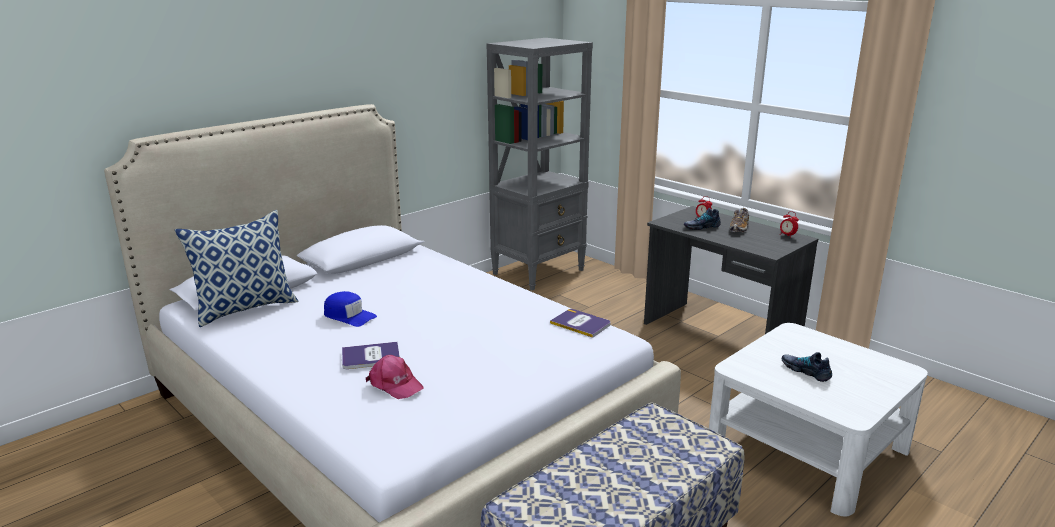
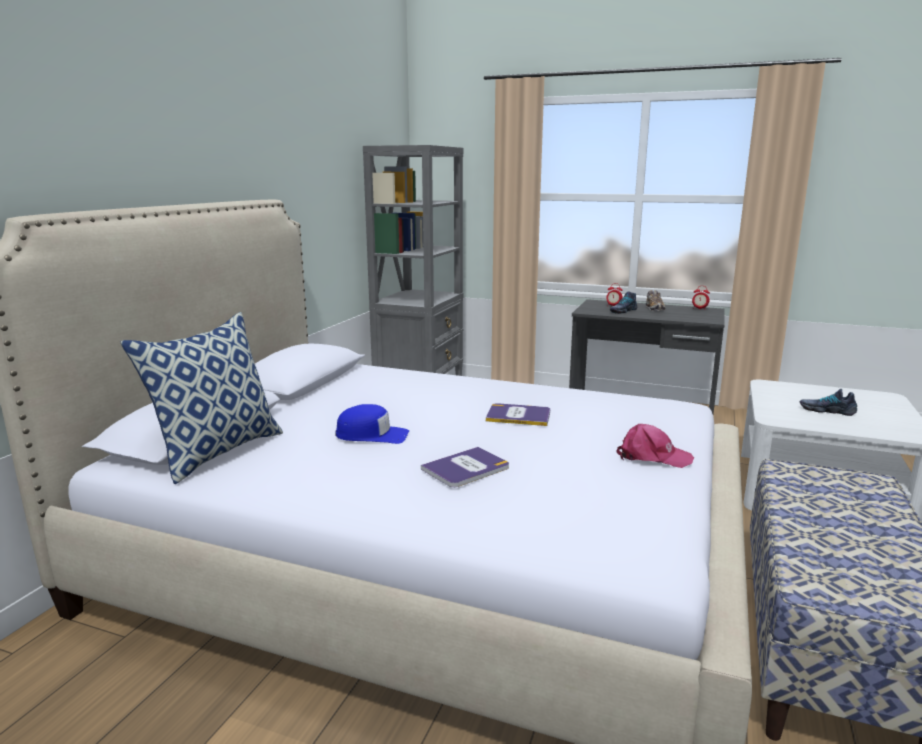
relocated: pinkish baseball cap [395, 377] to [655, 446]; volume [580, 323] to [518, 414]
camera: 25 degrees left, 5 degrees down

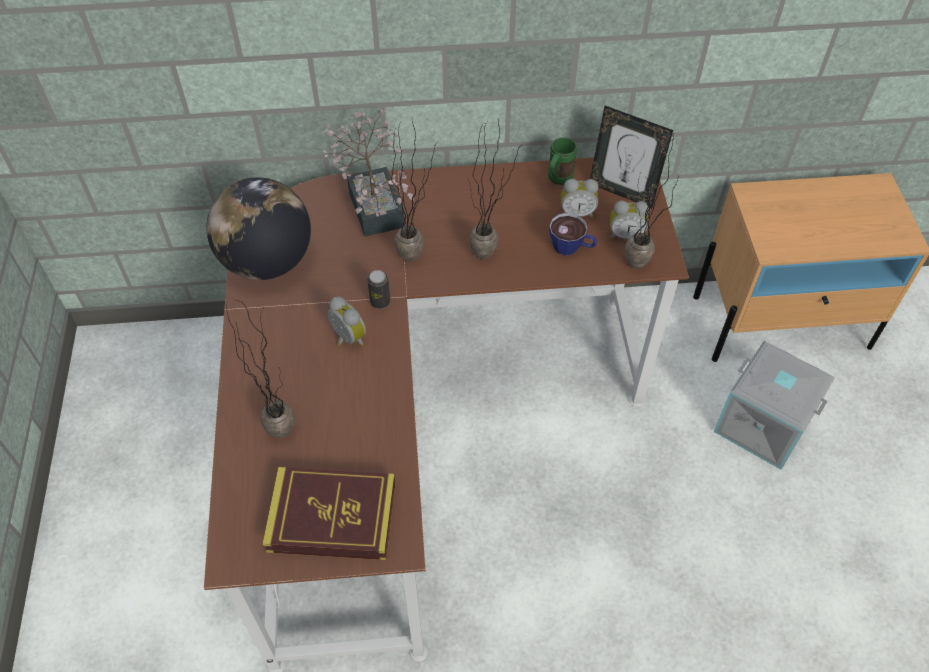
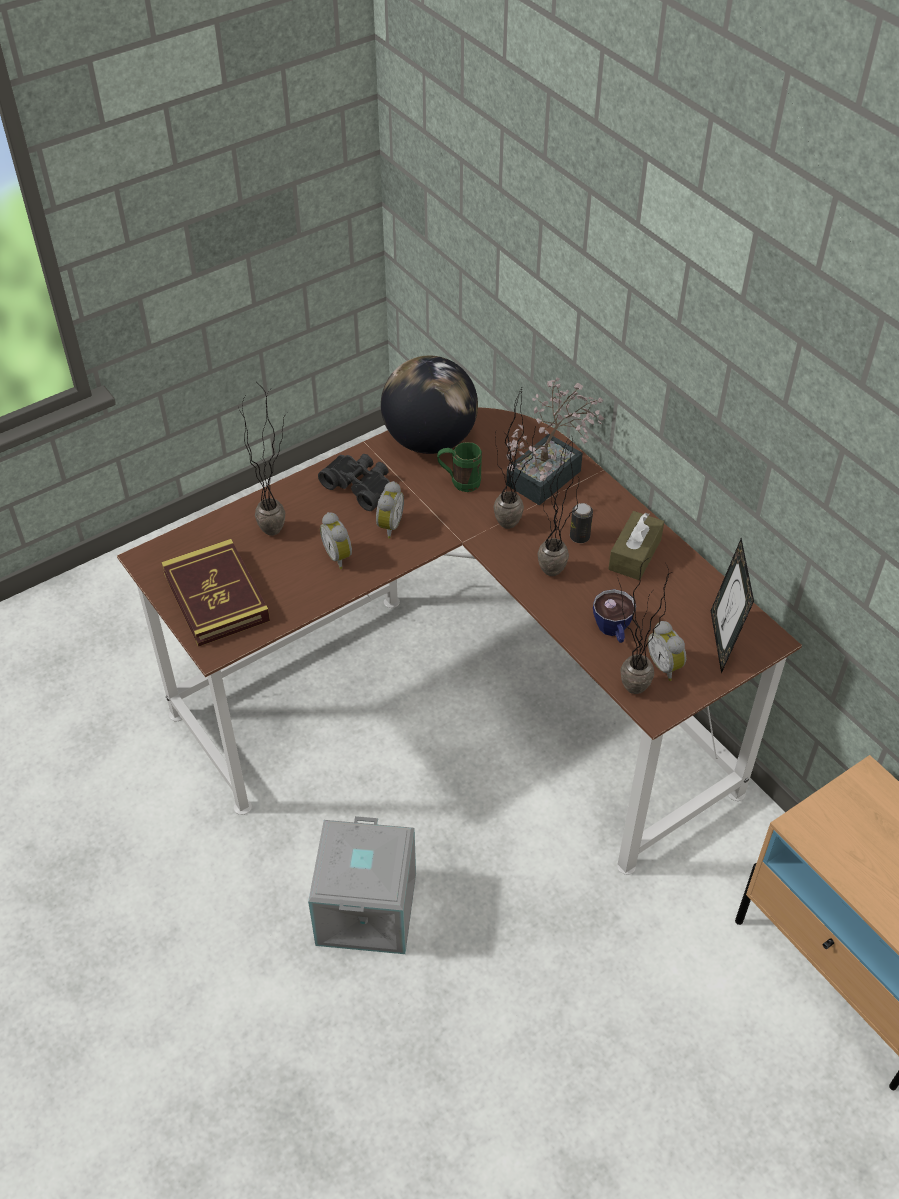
appeared: blackish binoculars [354, 482]; brown tissue box [636, 545]
relocated: sealed can [378, 289] to [581, 523]; green mug [562, 161] to [459, 467]; bedside clock [579, 198] to [336, 540]; greyish storage bin [774, 405] to [362, 885]
camera: 60 degrees right, 5 degrees down

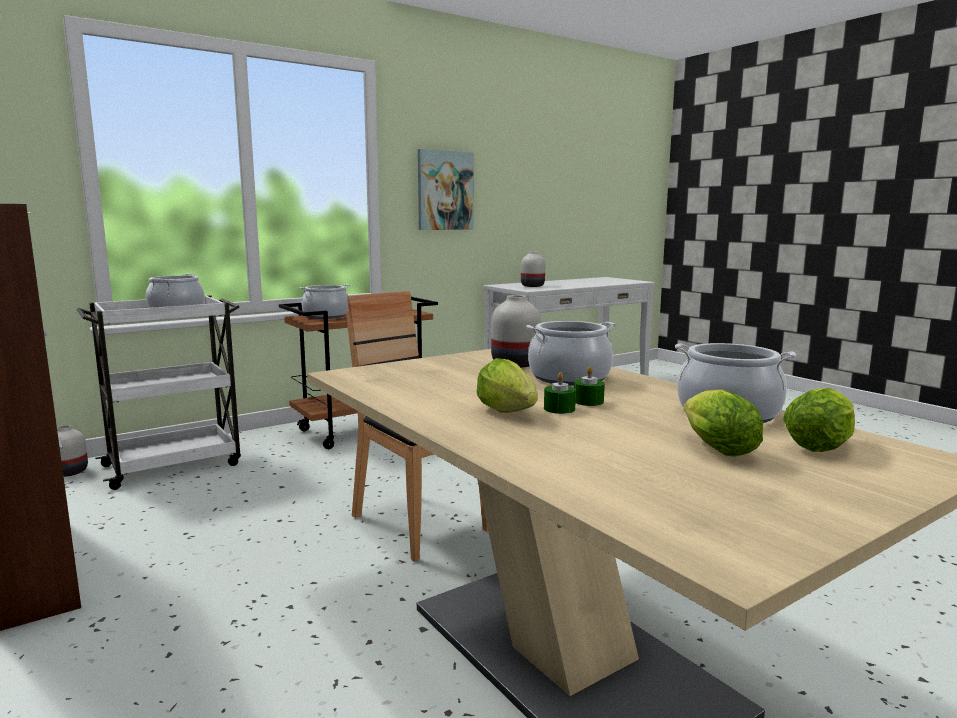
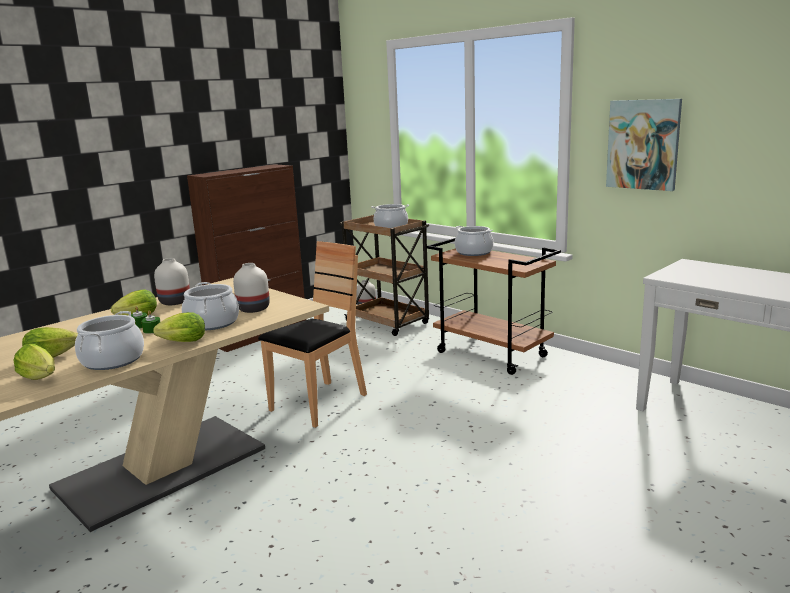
appeared: lettuce [179, 327]
relocated: white vase [533, 269] to [172, 281]
colour: white cart [159, 392] to brown cart [384, 275]
camera: 80 degrees right, 5 degrees up

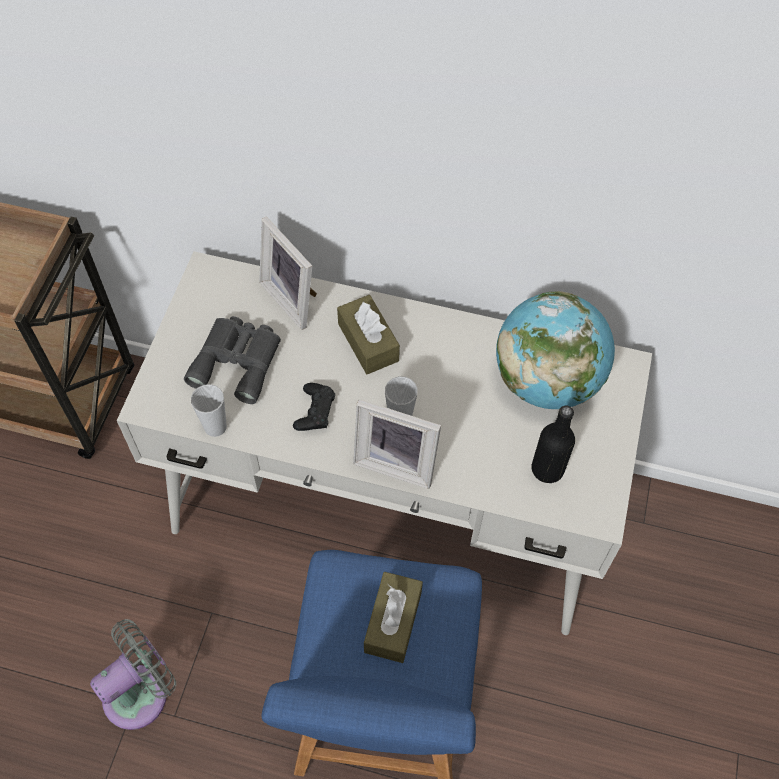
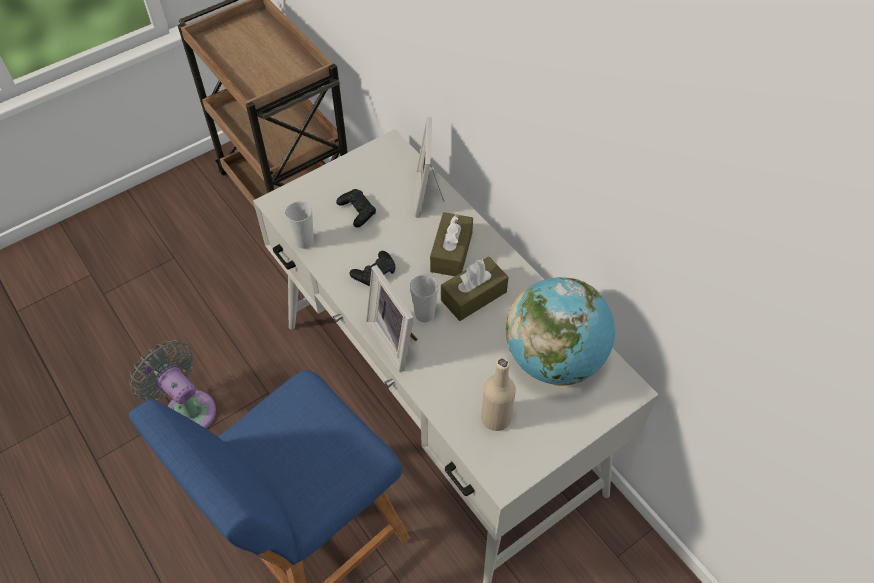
relocated: brown tissue box [393, 617] to [475, 289]
exchanged: greyish binoculars [232, 360] to blackish gamepad [356, 208]
colour: blackish drink bottle [553, 444] to beige drink bottle [498, 394]
spun: greyish cooling fan [133, 674] = [172, 384] 135 degrees counterclockwise
camera: 40 degrees right, 5 degrees down

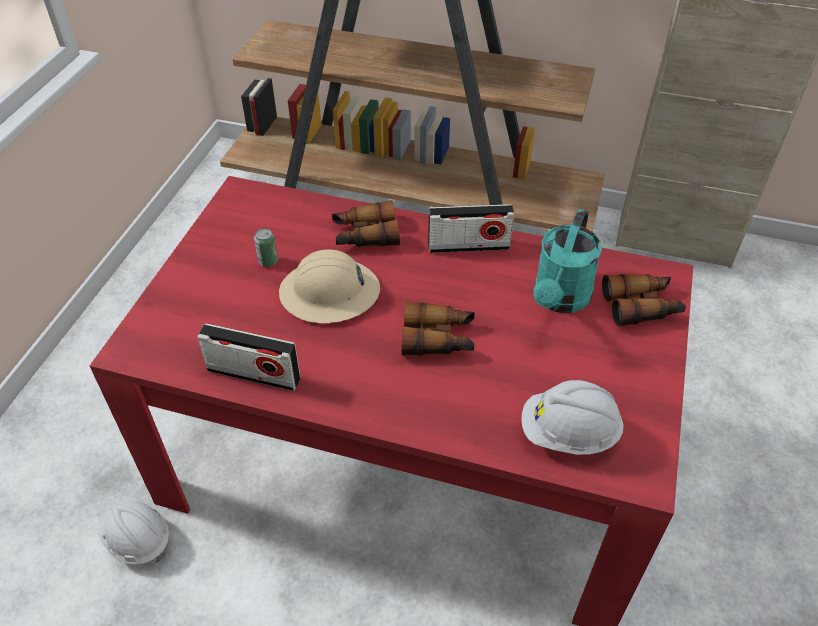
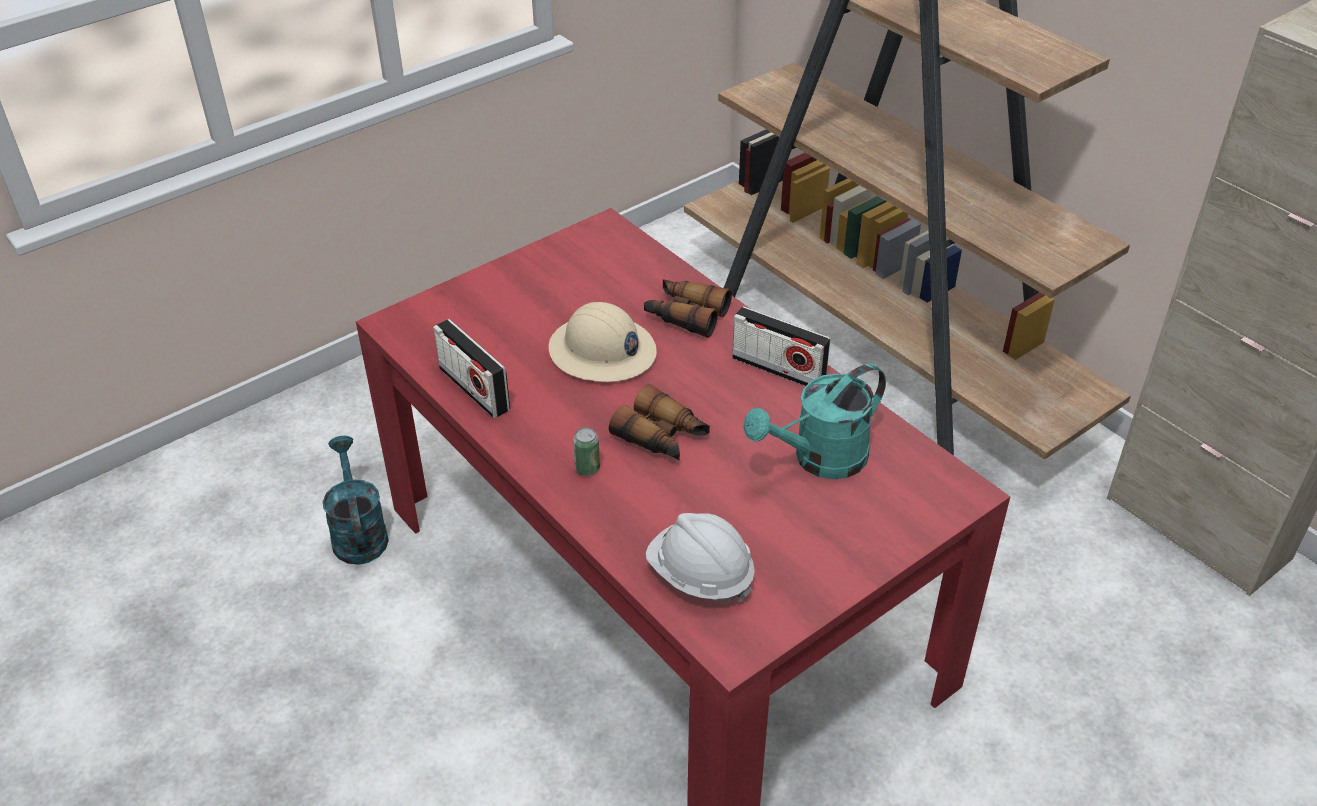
missing: binoculars [644, 300]
relocated: sealed can [266, 247] to [586, 451]
exchanged: white safety helmet [133, 532] to turquoise-coloured watering pot [356, 500]
camera: 35 degrees right, 5 degrees down

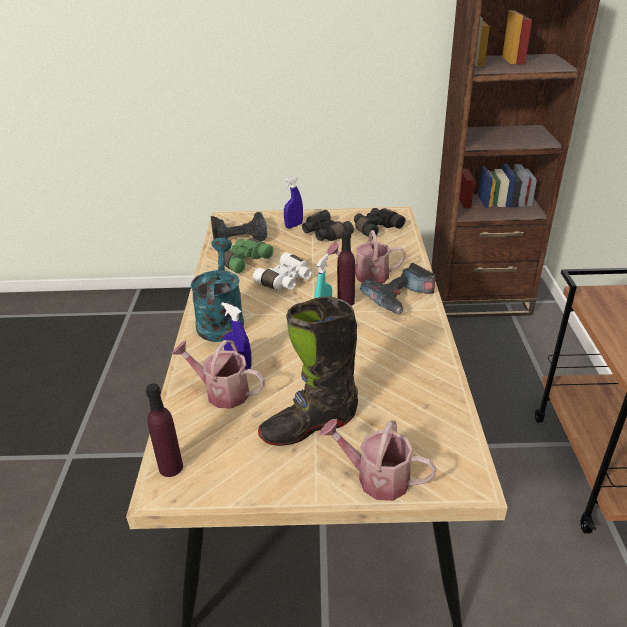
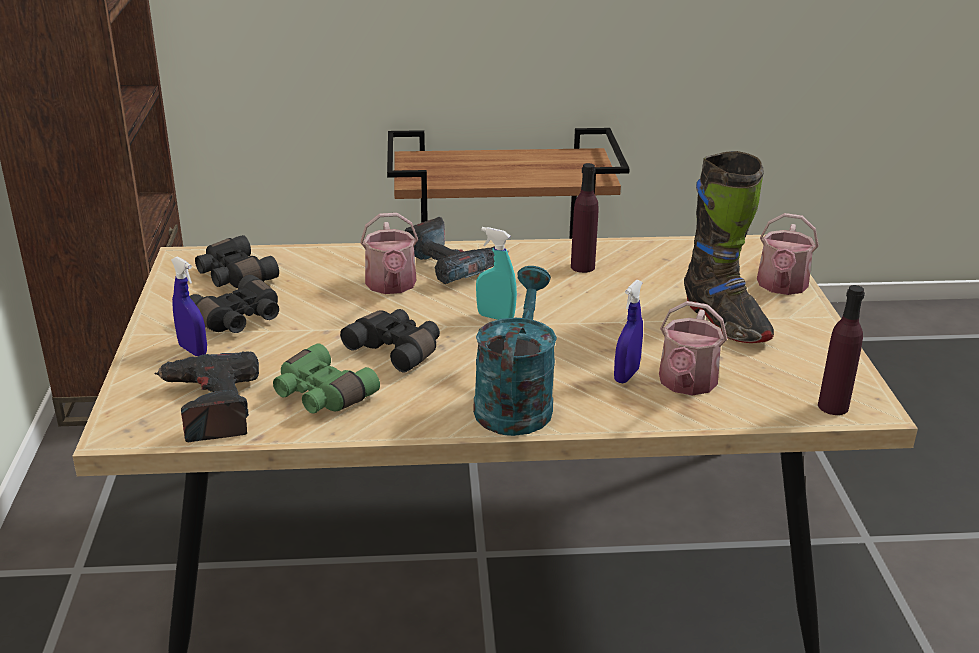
relocated: purplish drink bottle [346, 268] to [585, 218]
colour: white binoculars [282, 271] to blackish binoculars [390, 340]
spun: turquoise-coloured watering pot [217, 290] = [515, 351] 105 degrees clockwise
camera: 95 degrees left, 5 degrees down

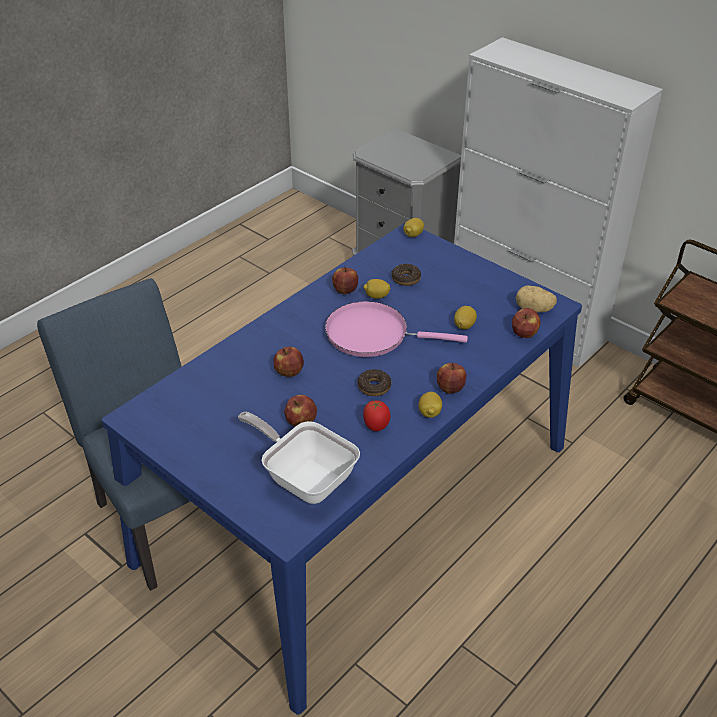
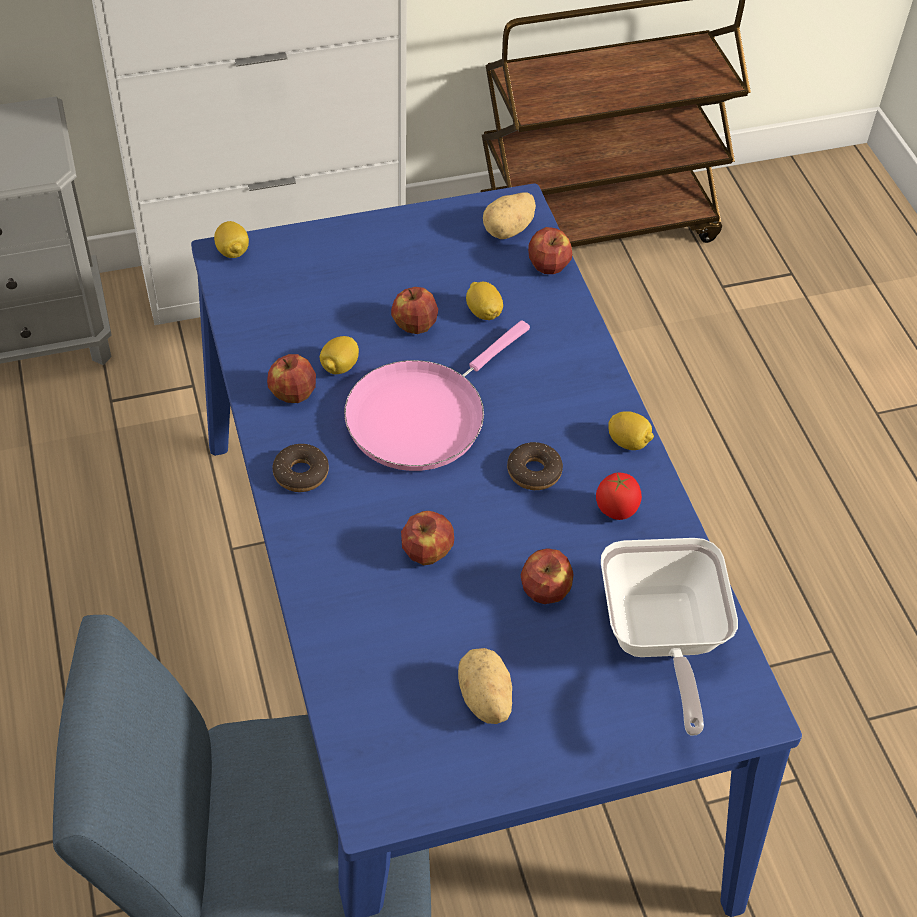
appeared: spud [485, 686]
relocated: donut [406, 275] to [301, 468]; whole apple [452, 378] to [414, 310]
spun: frying pan [299, 458] = [669, 636] 75 degrees counterclockwise
camera: 60 degrees left, 10 degrees up

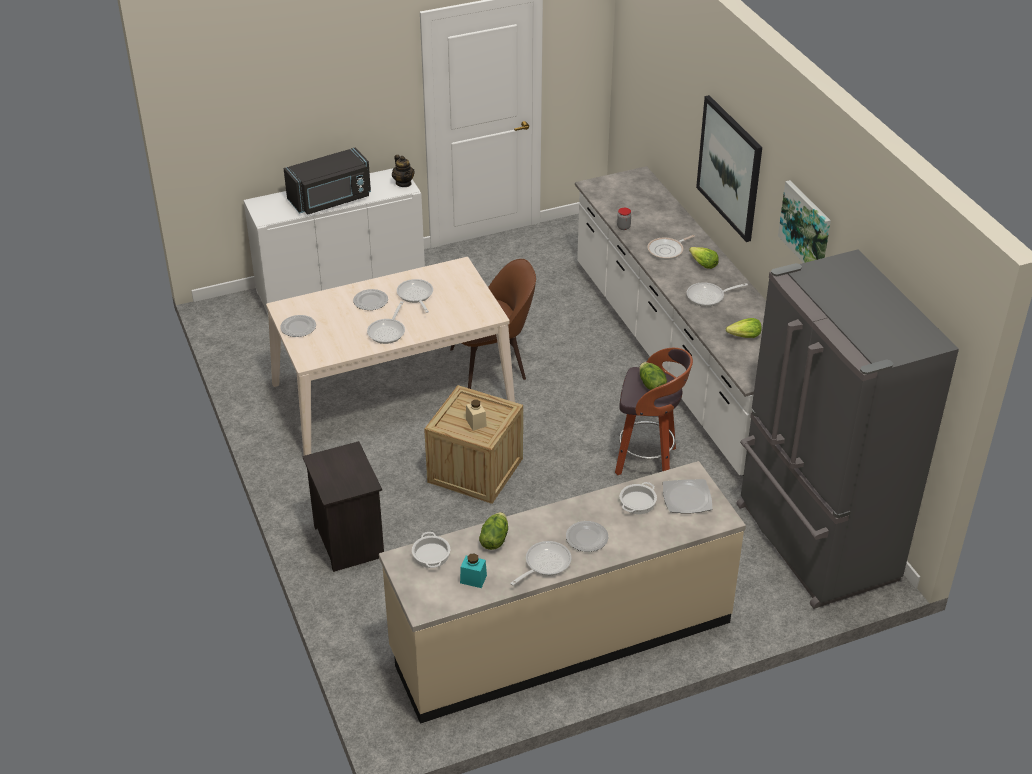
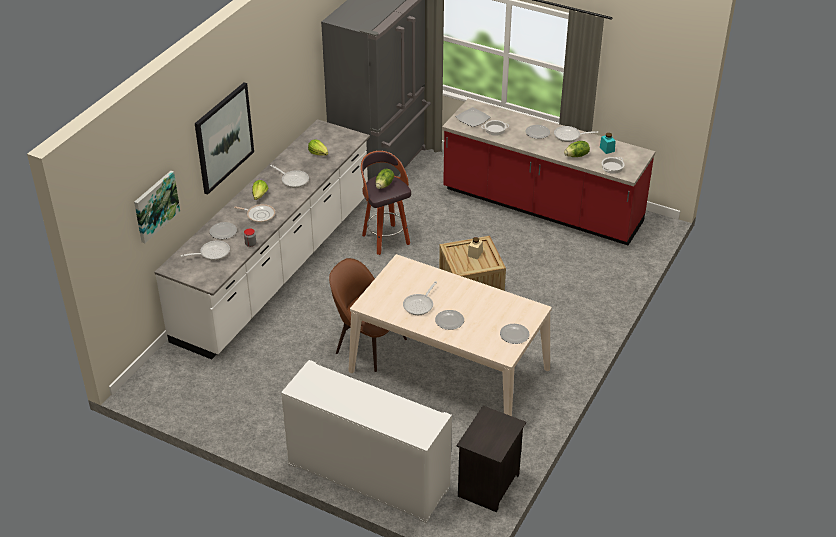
missing: blackish kitchen microwave [327, 181]; teapot [403, 171]
appeared: dinner plate [223, 230]
relocated: blackish night table [343, 506] to [491, 459]; frying pan [386, 322] to [205, 250]; picture [804, 221] to [157, 207]
colour: beige counter [562, 592] to red-coloured counter [549, 172]
camera: 130 degrees left, 0 degrees up

